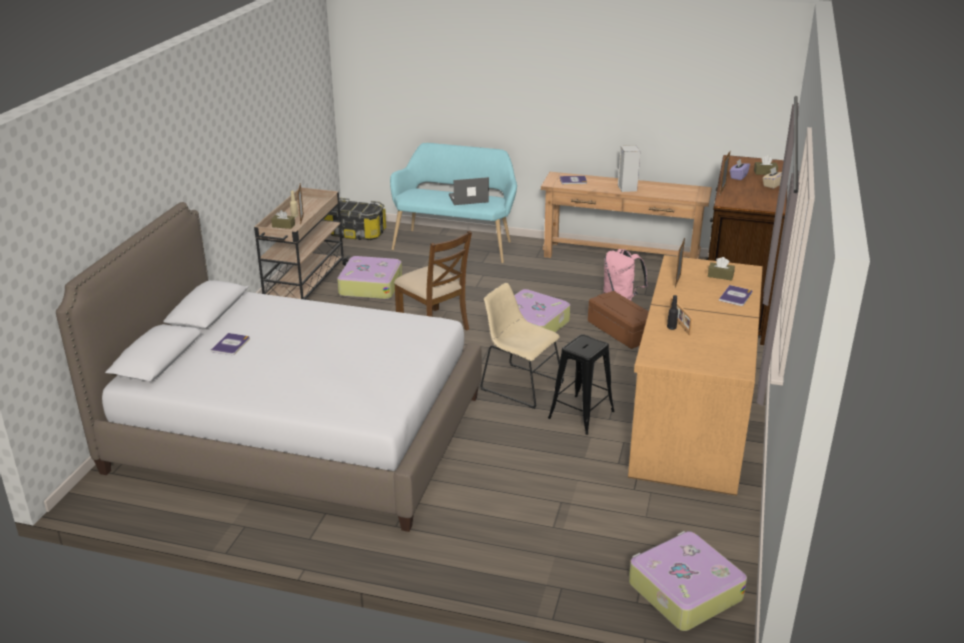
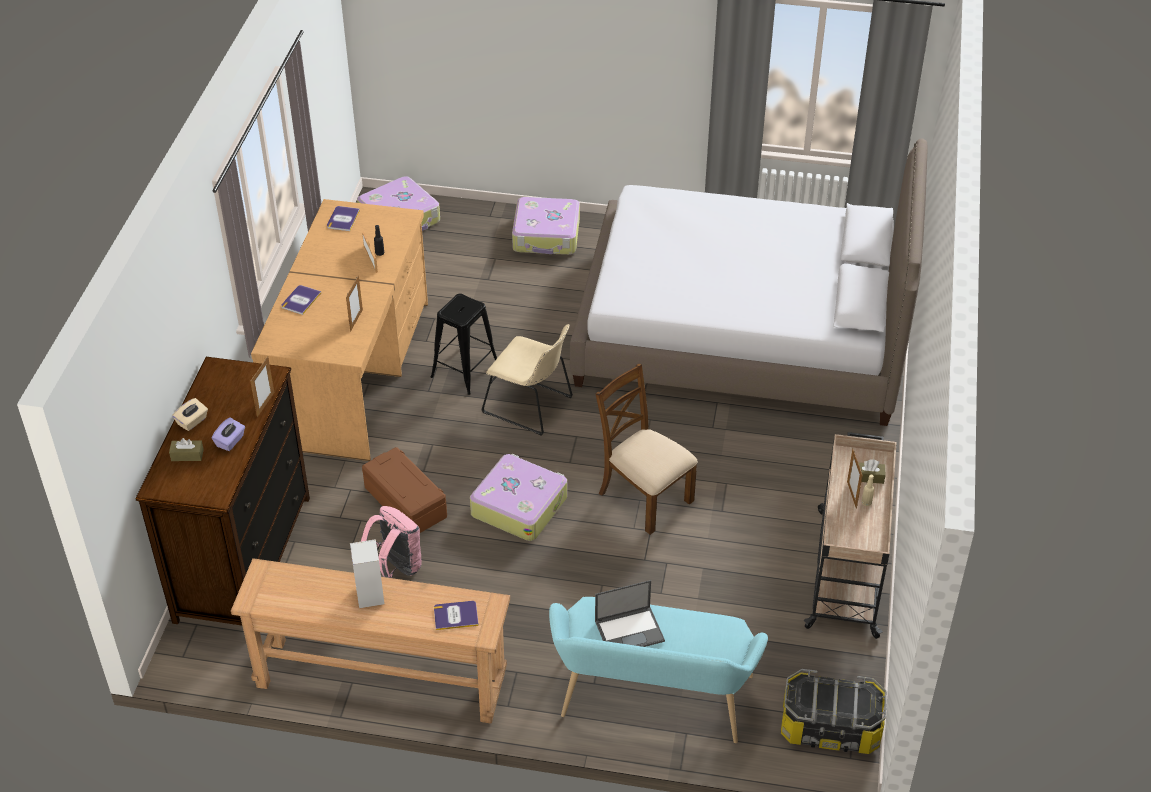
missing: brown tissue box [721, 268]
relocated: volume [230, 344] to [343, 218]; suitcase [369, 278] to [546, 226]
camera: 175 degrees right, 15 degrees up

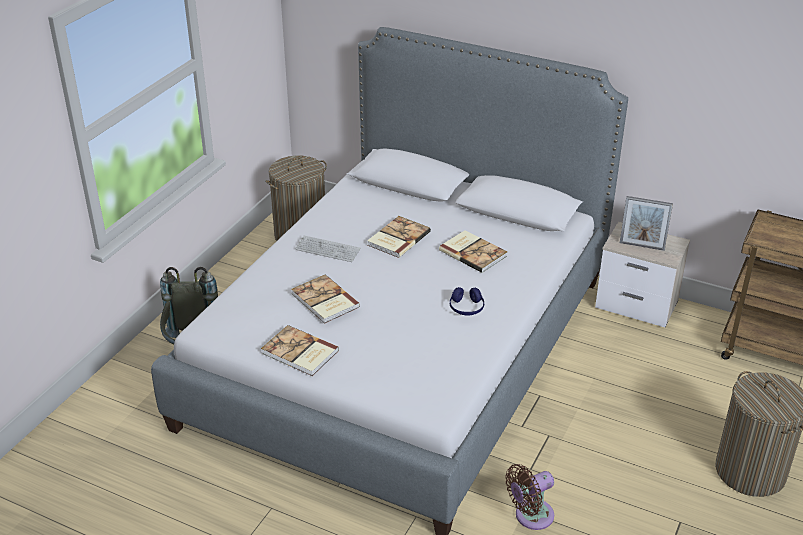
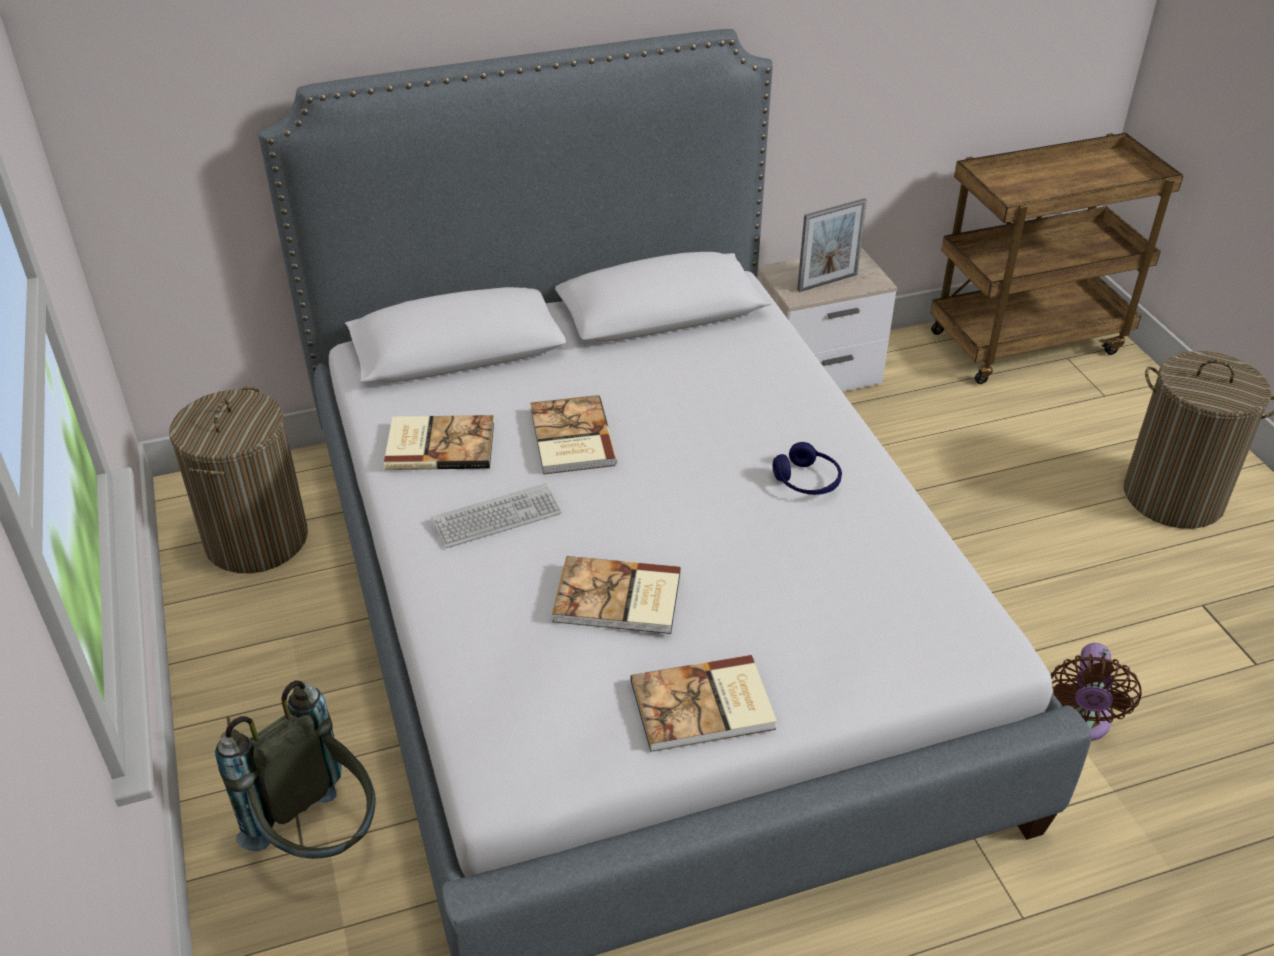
relocated: volume [473, 251] to [439, 442]
camera: 45 degrees left, 5 degrees up

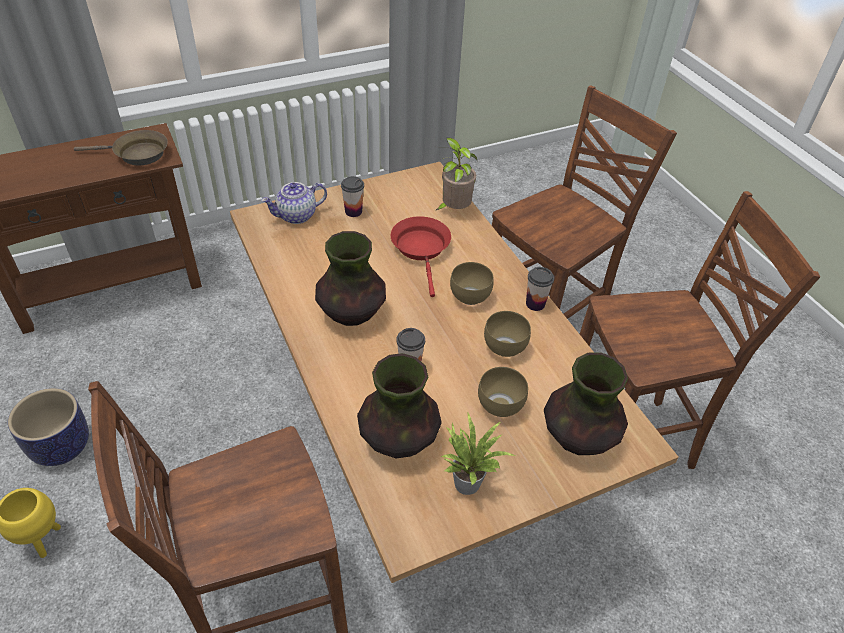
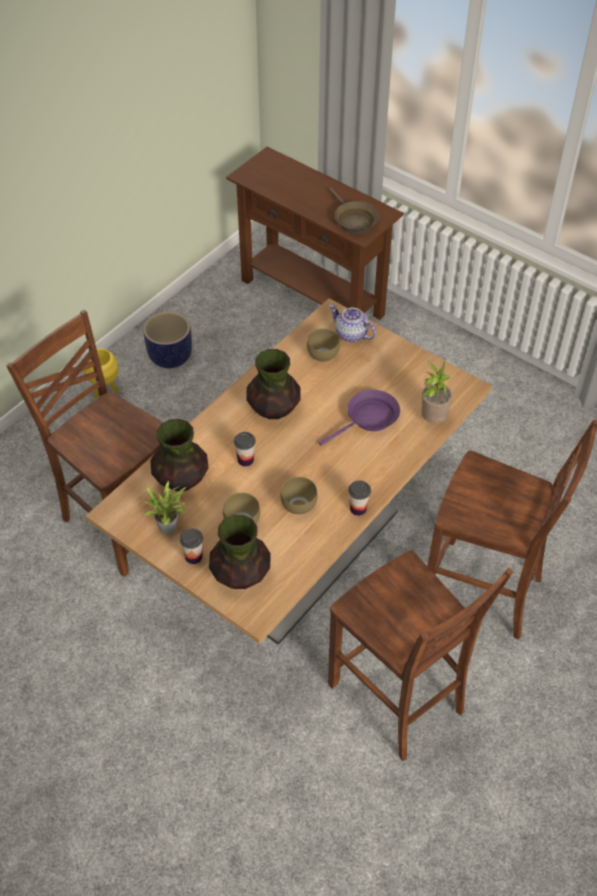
relocated: small cup [352, 196] to [191, 546]; brown bowl [472, 283] to [323, 345]
colour: red-coloured frying pan [421, 256] to purplish frying pan [359, 418]
camera: 65 degrees right, 5 degrees up

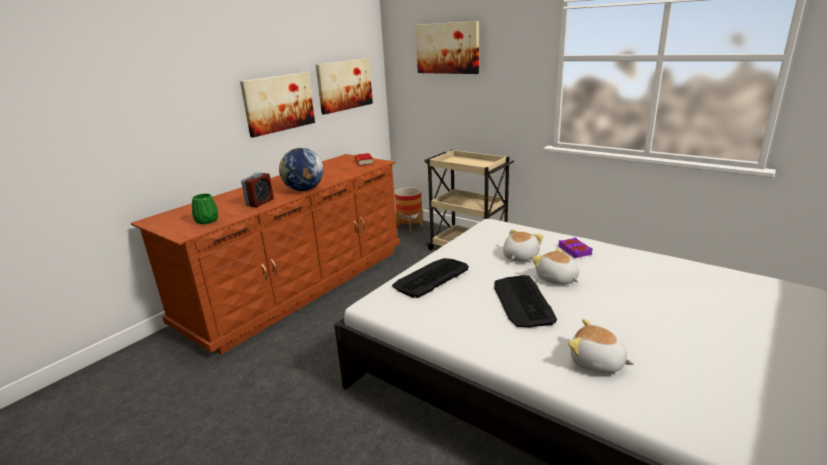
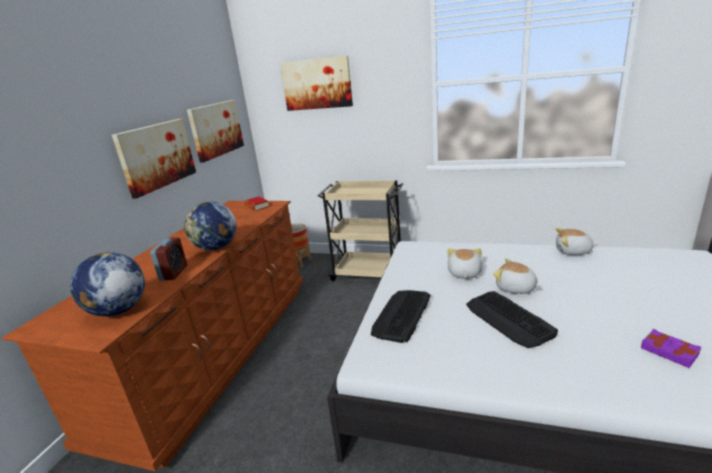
relocated: purplish volume [575, 247] to [671, 348]; soft toy [601, 346] to [576, 241]
exchanged: green vase [205, 209] to desk globe [107, 284]
camera: 20 degrees left, 0 degrees up

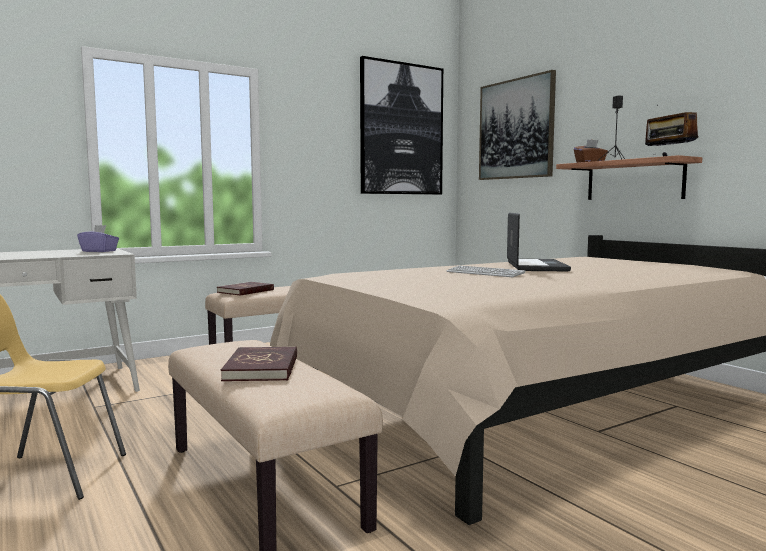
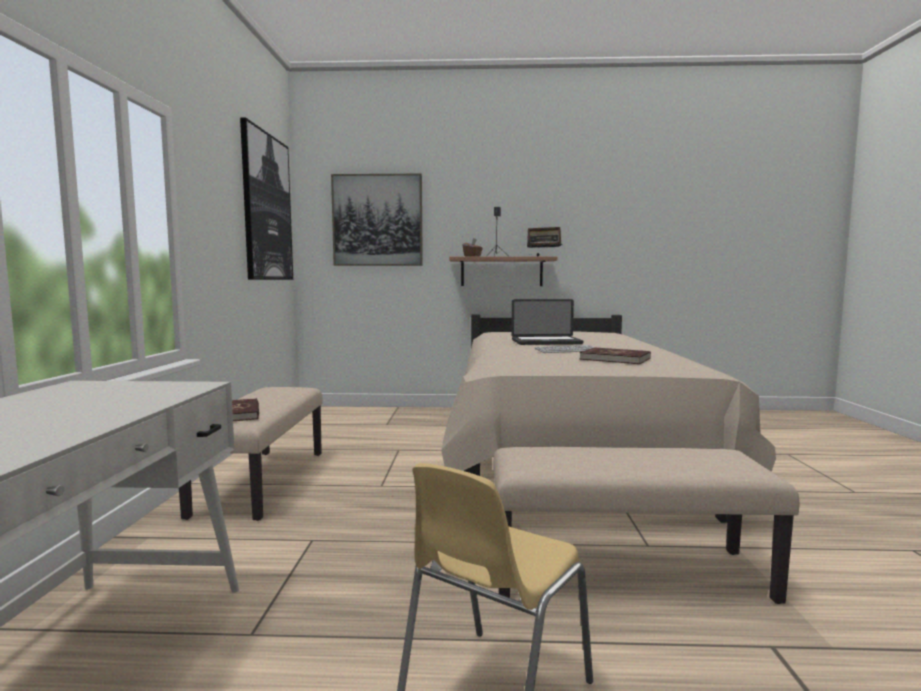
missing: purplish tissue box [98, 238]
relocated: red-coloured volume [259, 363] to [615, 355]
spun: portable computer [539, 241] = [547, 322] 135 degrees clockwise
camera: 55 degrees left, 0 degrees up

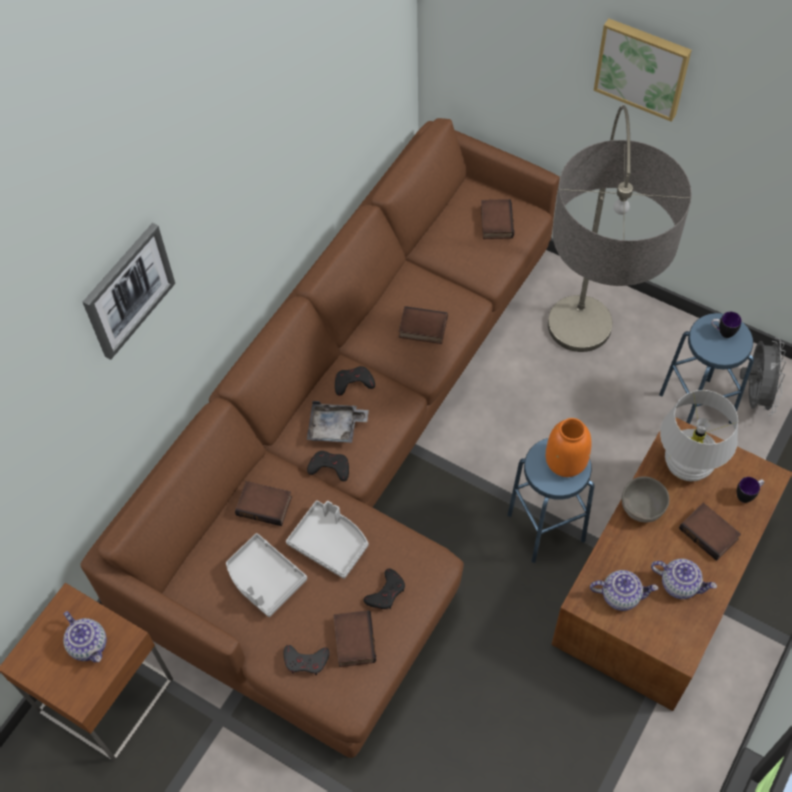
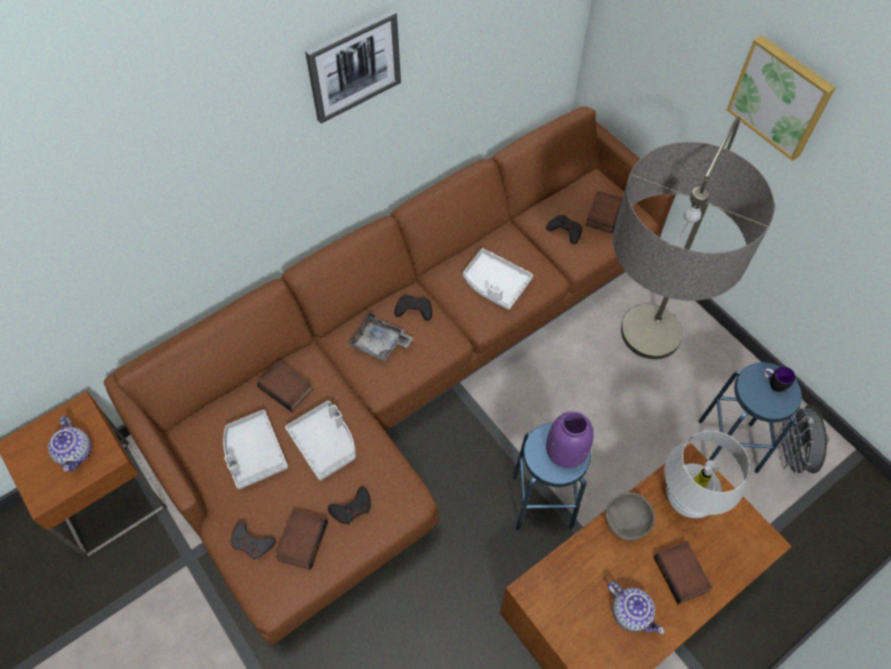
missing: teapot [624, 590]; mug [750, 490]
relocated: picture [129, 291] to [353, 67]; blackish gamepad [328, 466] to [564, 229]
exchanged: volume [423, 325] to white serving tray [498, 279]
colour: orange-coloured vase [568, 447] to purplish vase [570, 439]
spun: greyish cooling fan [763, 376] = [802, 441] 150 degrees clockwise
camera: 20 degrees right, 0 degrees up

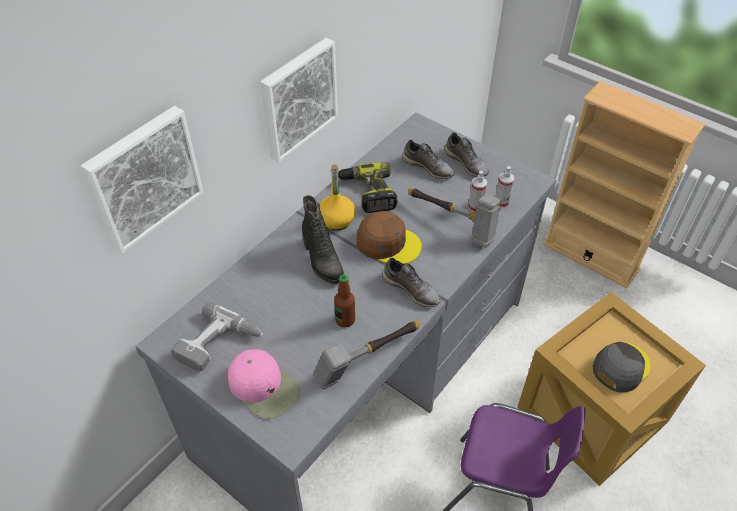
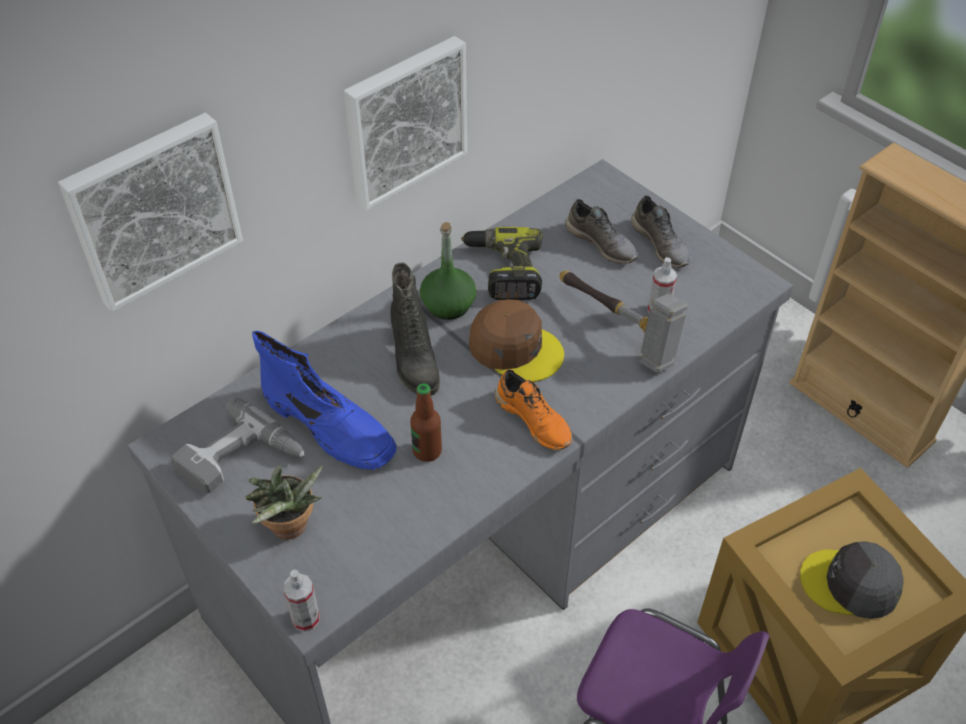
missing: hand hammer [366, 355]
appeared: blue-coloured tall boot [324, 400]
relocated: sprayer [505, 187] to [301, 601]
exchanged: pinkish baseball cap [264, 384] to houseplant [284, 502]
colour: yellowish drink bottle [337, 197] to green drink bottle [448, 271]; greyish shoe [411, 282] to orange-coloured shoe [533, 409]
spun: greyish baseball cap [622, 367] = [852, 580] 135 degrees counterclockwise
camera: 10 degrees right, 0 degrees up

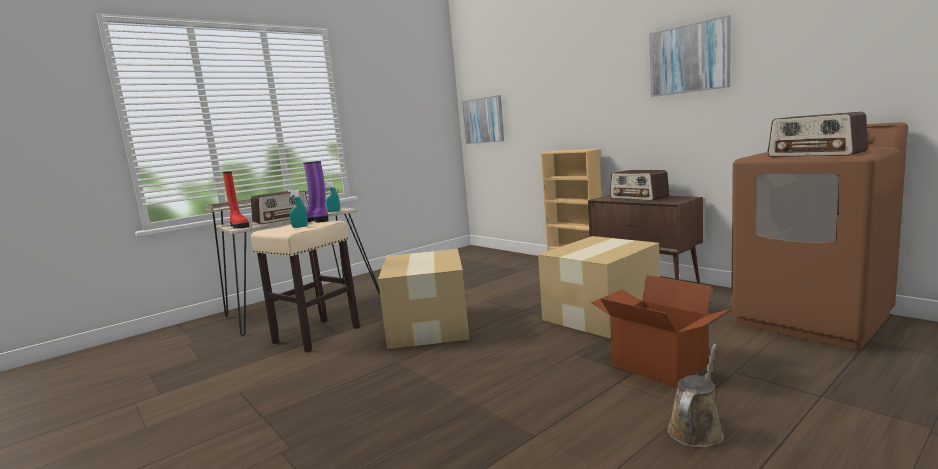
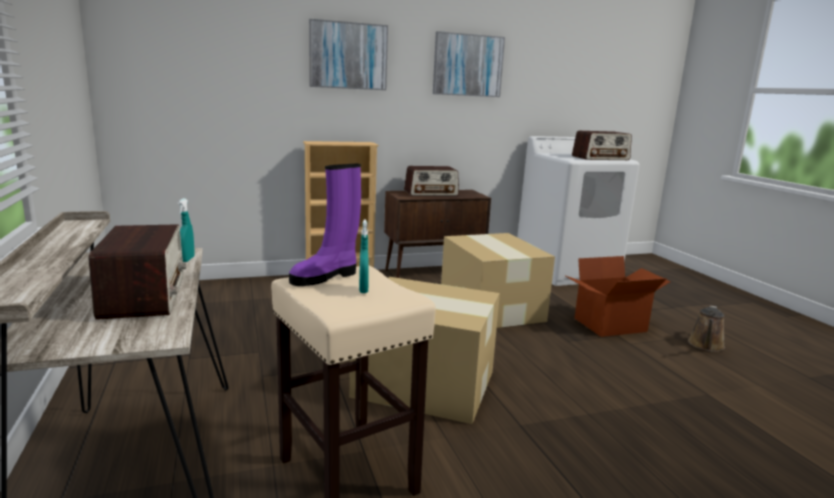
missing: red-coloured tall boot [236, 200]
relocated: picture [483, 119] to [348, 54]
colour: brown laundry appliance [819, 236] to white laundry appliance [578, 211]
spun: brown watering pot [695, 396] = [706, 328] 120 degrees counterclockwise
camera: 70 degrees left, 5 degrees up

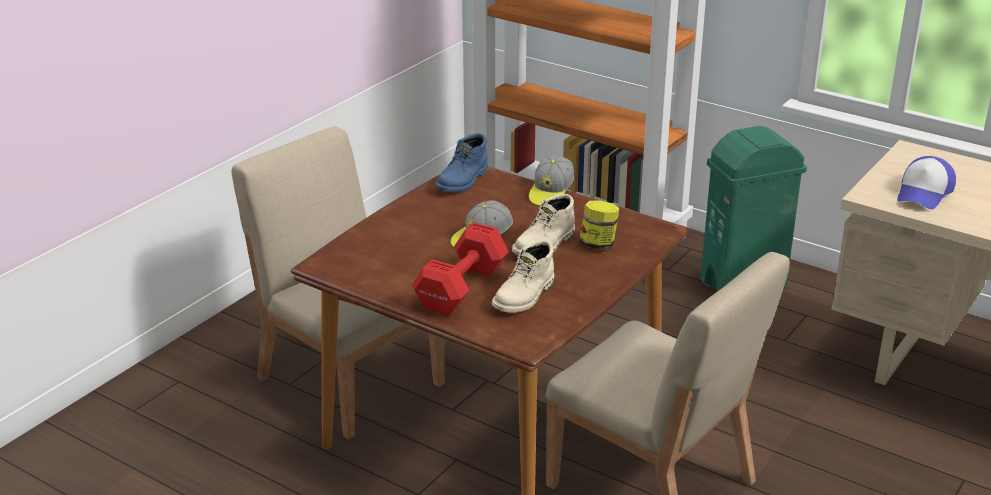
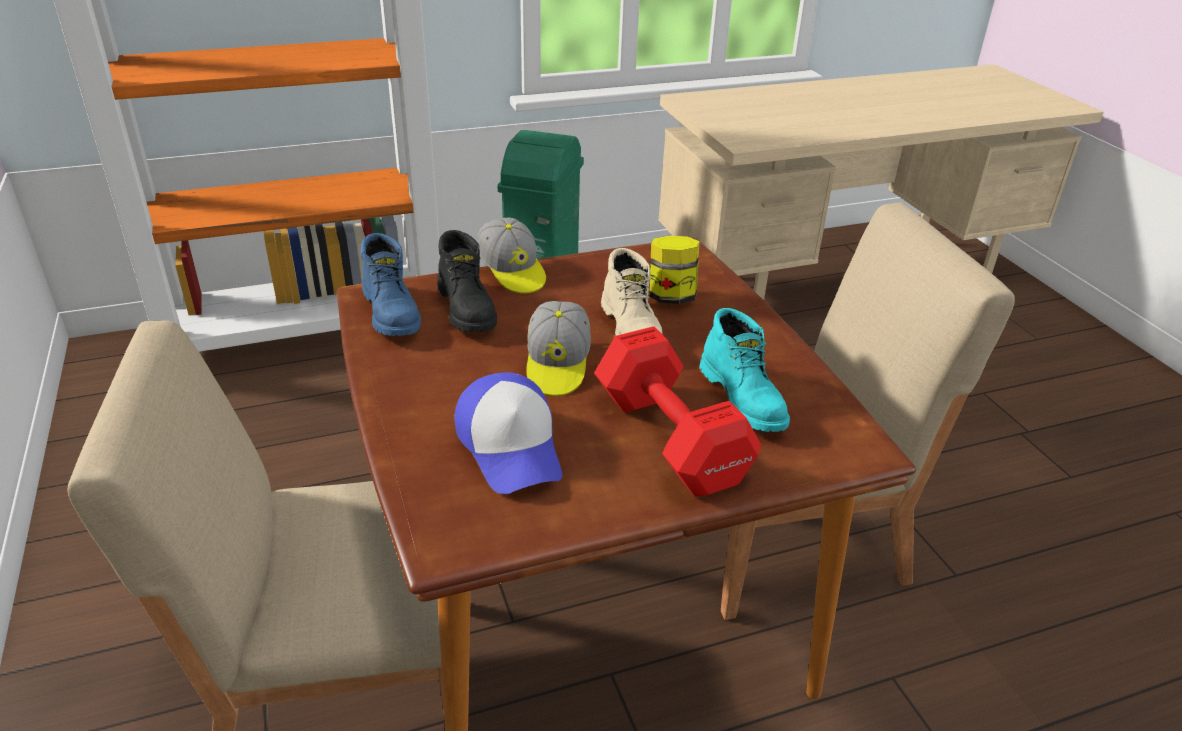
appeared: blackish tall boot [467, 281]
relocated: baseball cap [926, 182] to [508, 433]
colour: beige tall boot [523, 276] to turquoise-coloured tall boot [744, 370]
camera: 55 degrees left, 5 degrees up

